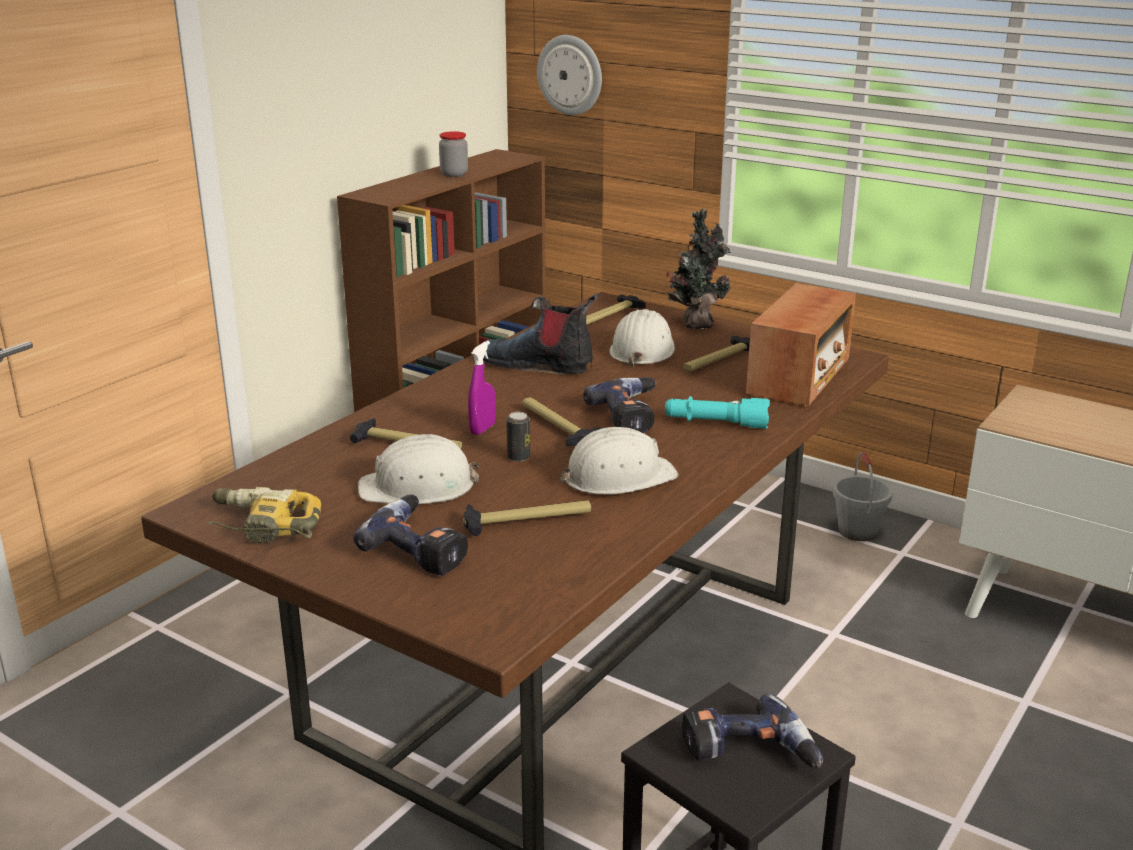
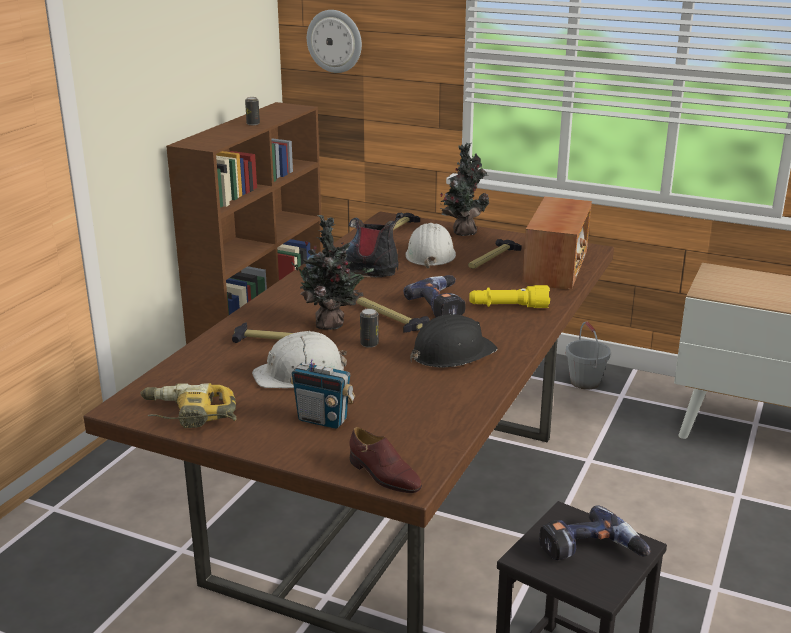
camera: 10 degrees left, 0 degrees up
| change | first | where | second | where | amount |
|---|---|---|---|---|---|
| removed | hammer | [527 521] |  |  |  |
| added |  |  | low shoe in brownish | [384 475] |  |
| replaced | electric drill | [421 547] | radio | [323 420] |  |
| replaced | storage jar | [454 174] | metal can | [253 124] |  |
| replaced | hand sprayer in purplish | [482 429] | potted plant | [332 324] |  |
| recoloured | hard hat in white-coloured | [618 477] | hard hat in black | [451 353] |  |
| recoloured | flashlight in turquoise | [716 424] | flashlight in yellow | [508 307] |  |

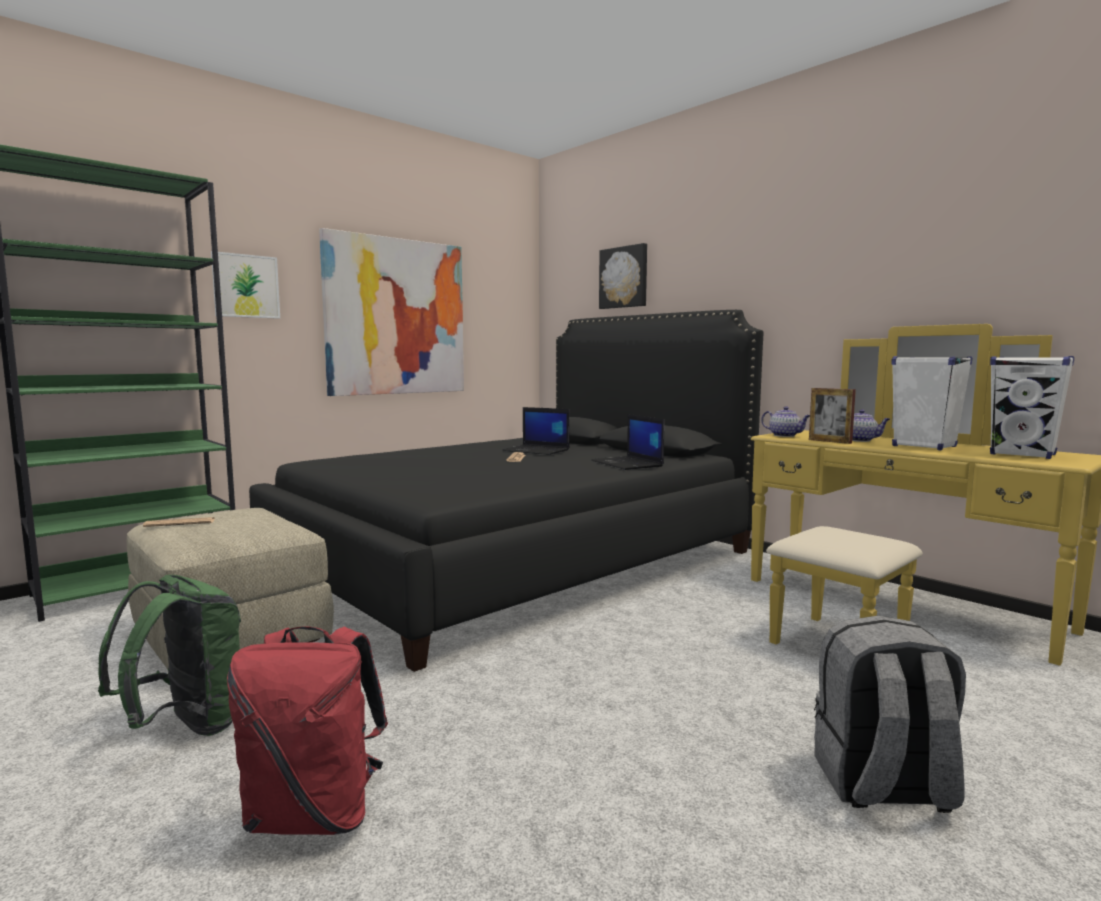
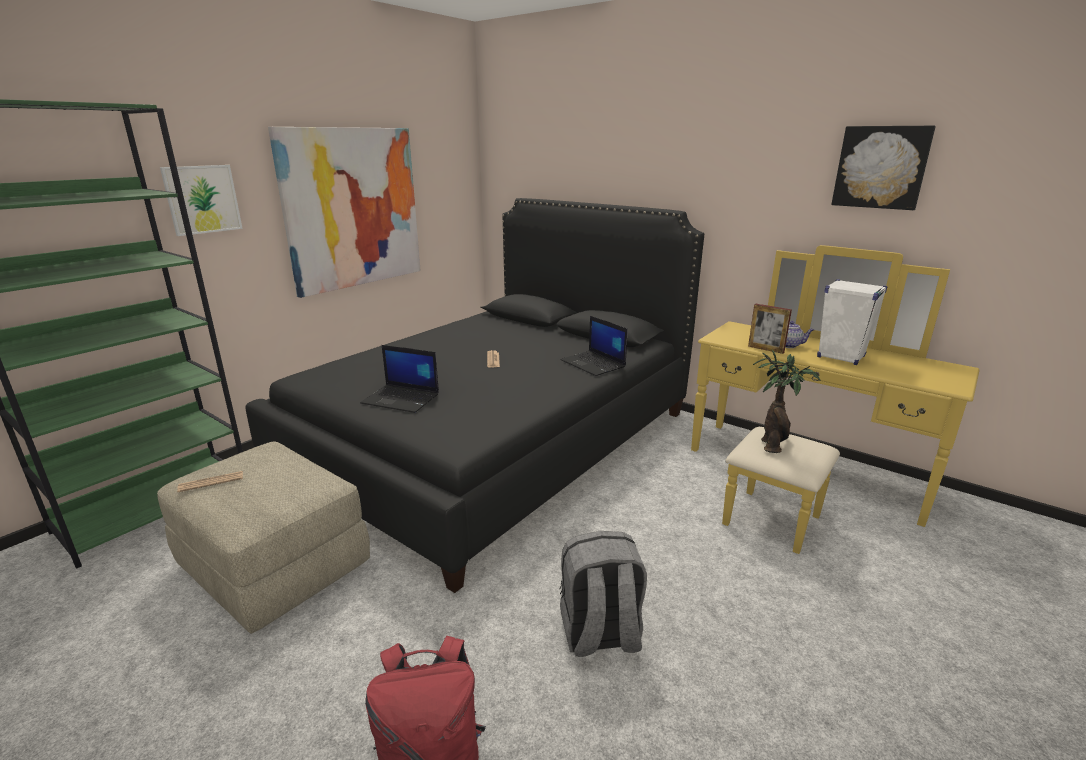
camera: 10 degrees left, 15 degrees up
| change | first | where | second | where | amount |
|---|---|---|---|---|---|
| removed | rucksack in green | [186 726] |  |  |  |
| removed | teapot | [785 435] |  |  |  |
| removed | audio speaker in white-coloured | [1023 455] |  |  |  |
| added |  |  | potted plant | [773 445] |  |
| moved | portable computer | [537 450] |  | [402 399] |  |
| moved | picture | [624 277] |  | [881 167] |  |
| moved | rucksack in greyish | [882 786] |  | [600 635] |  |

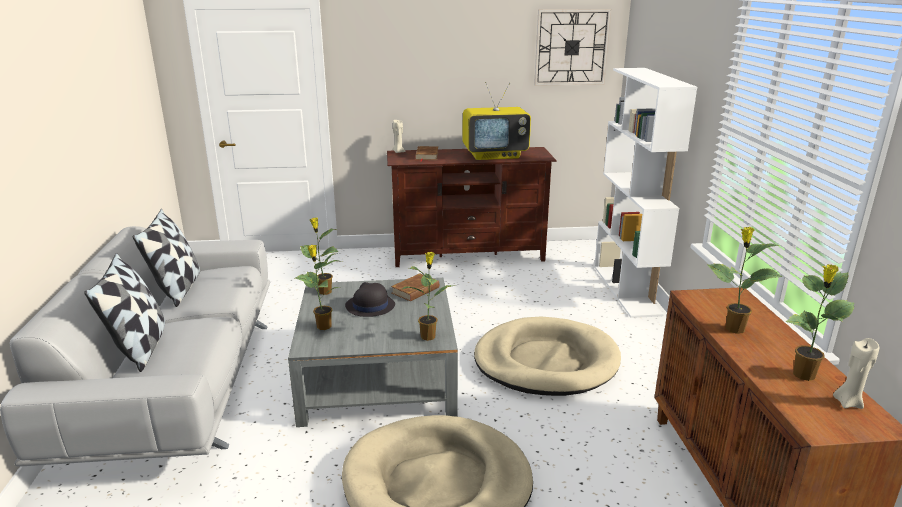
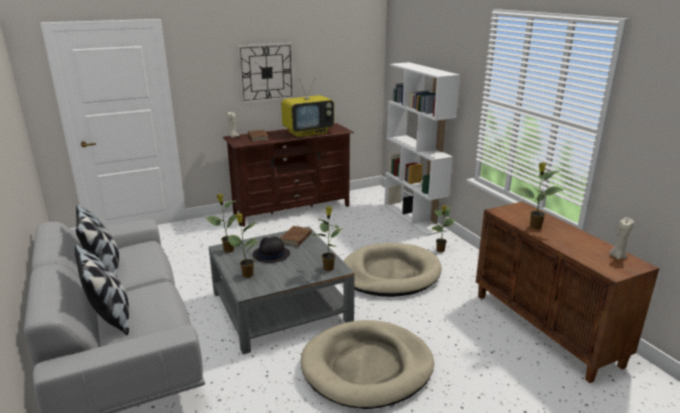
camera: 20 degrees left, 0 degrees up
| change | first | where | second | where | amount |
|---|---|---|---|---|---|
| moved | wall clock | [571 47] |  | [266 72] |  |
| moved | potted plant | [803 375] |  | [440 250] |  |

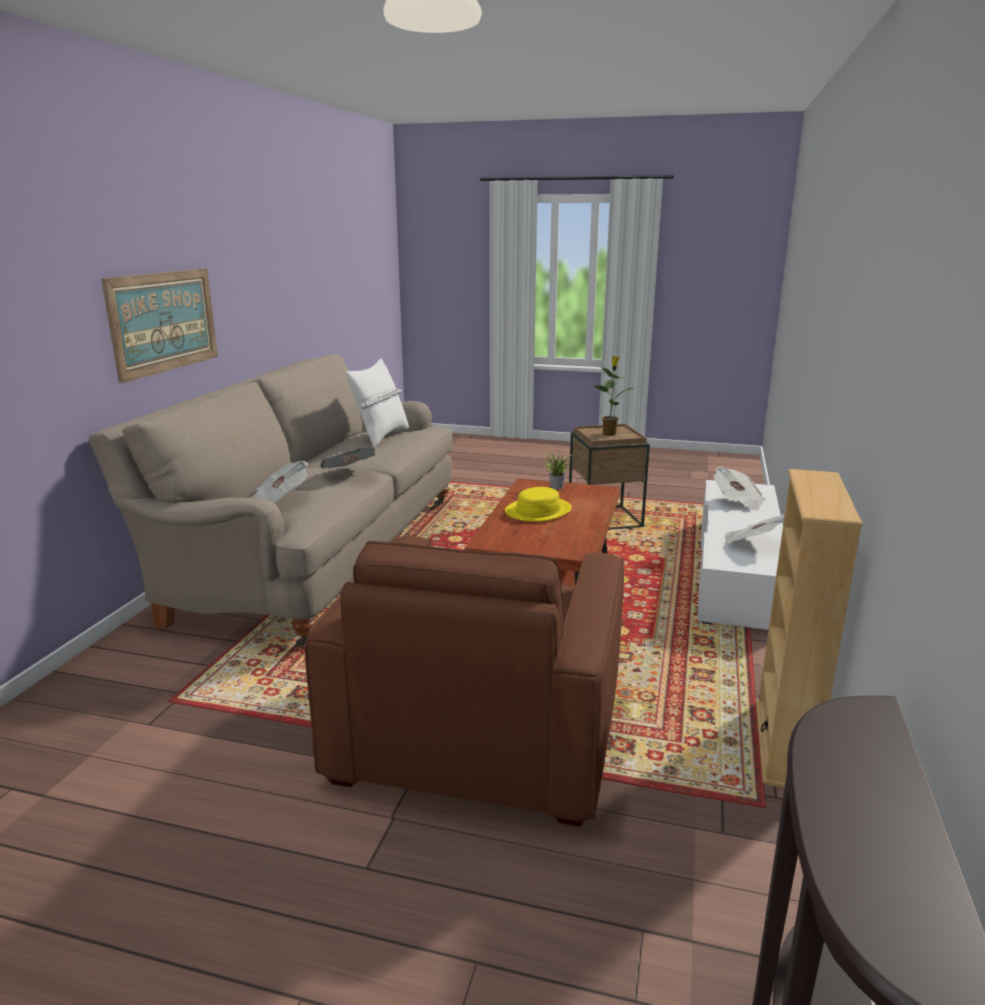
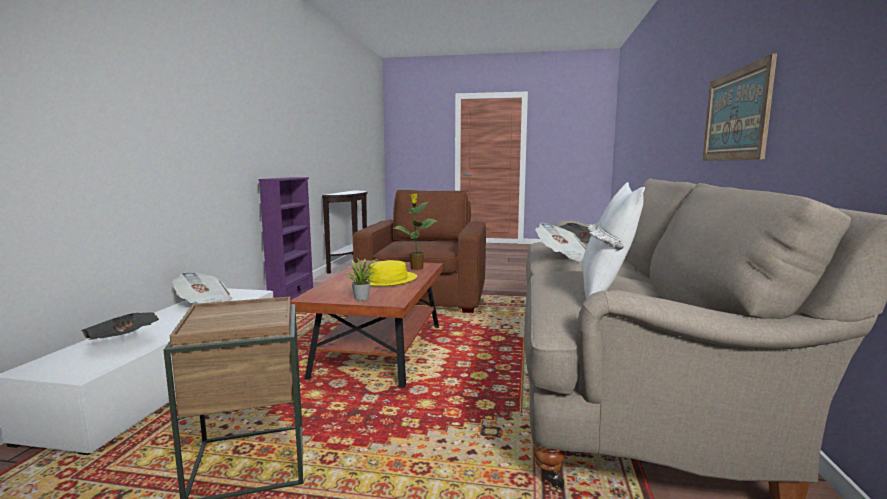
camera: 175 degrees right, 10 degrees down
| change | first | where | second | where | amount |
|---|---|---|---|---|---|
| moved | potted plant | [609 434] |  | [416 268] |  |
| recoloured | shelving unit in sand-coloured | [783 744] | shelving unit in purplish | [291 297] |  |

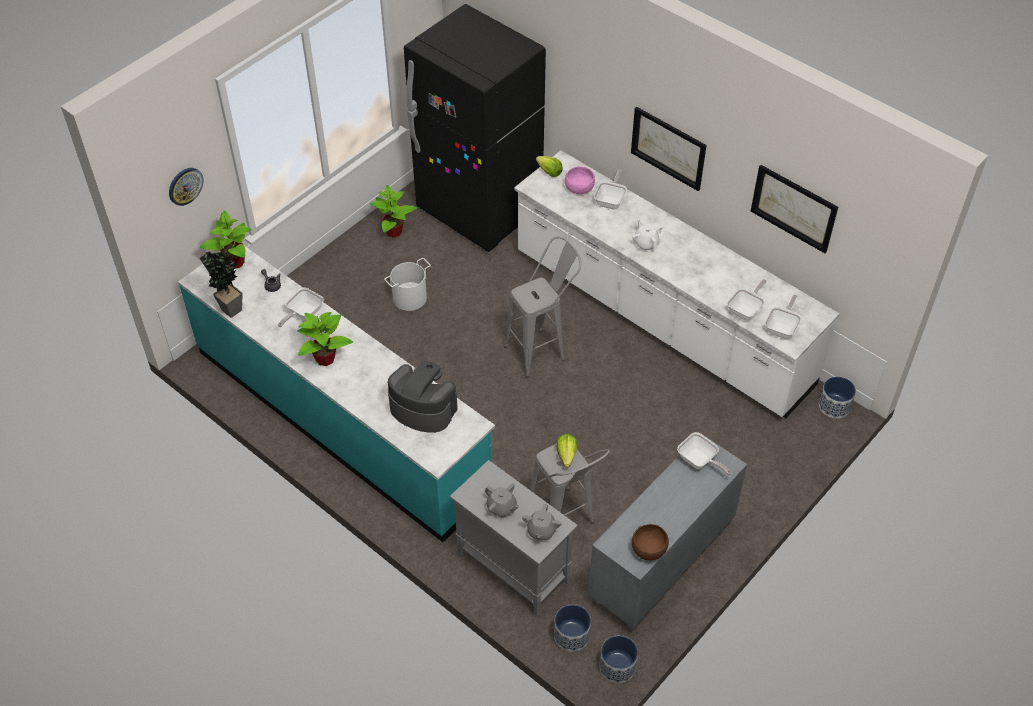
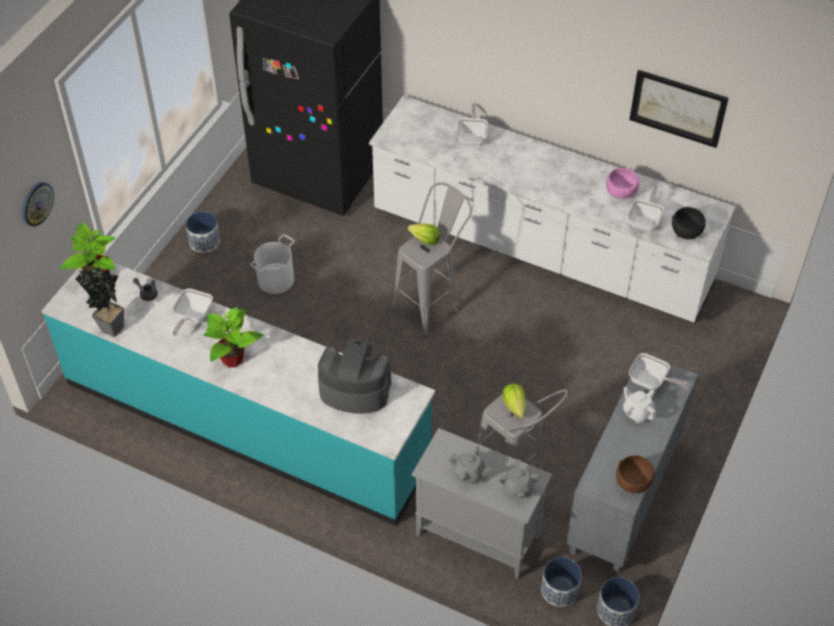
camera: 15 degrees left, 0 degrees up
| change | first | where | second | where | amount |
|---|---|---|---|---|---|
| removed | potted plant | [394 232] |  |  |  |
| removed | picture | [668 148] |  |  |  |
| moved | head of lettuce | [549 172] |  | [425 240] |  |
| moved | serving bowl in pink | [579 189] |  | [620 192] |  |
| moved | teapot in white-coloured | [646 243] |  | [637 412] |  |
| moved | plant pot | [834 406] |  | [204 241] |  |
| replaced | frying pan | [782 328] | serving bowl in black | [686 231] |  |

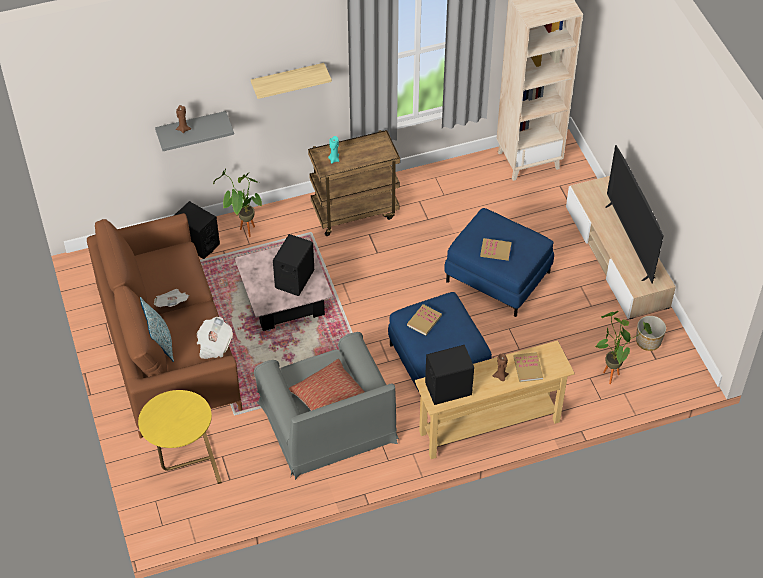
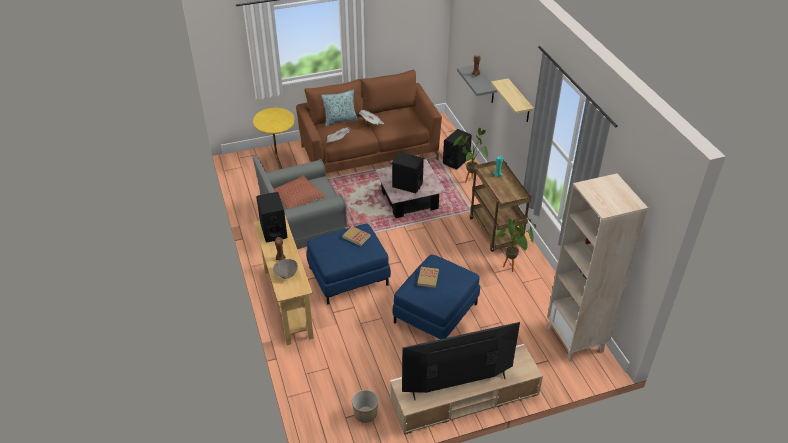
camera: 90 degrees right, 10 degrees down
| change | first | where | second | where | amount |
|---|---|---|---|---|---|
| moved | potted plant | [612 373] |  | [513 268] |  |
| replaced | bound book | [528 368] | serving bowl in greyish | [286 273] |  |

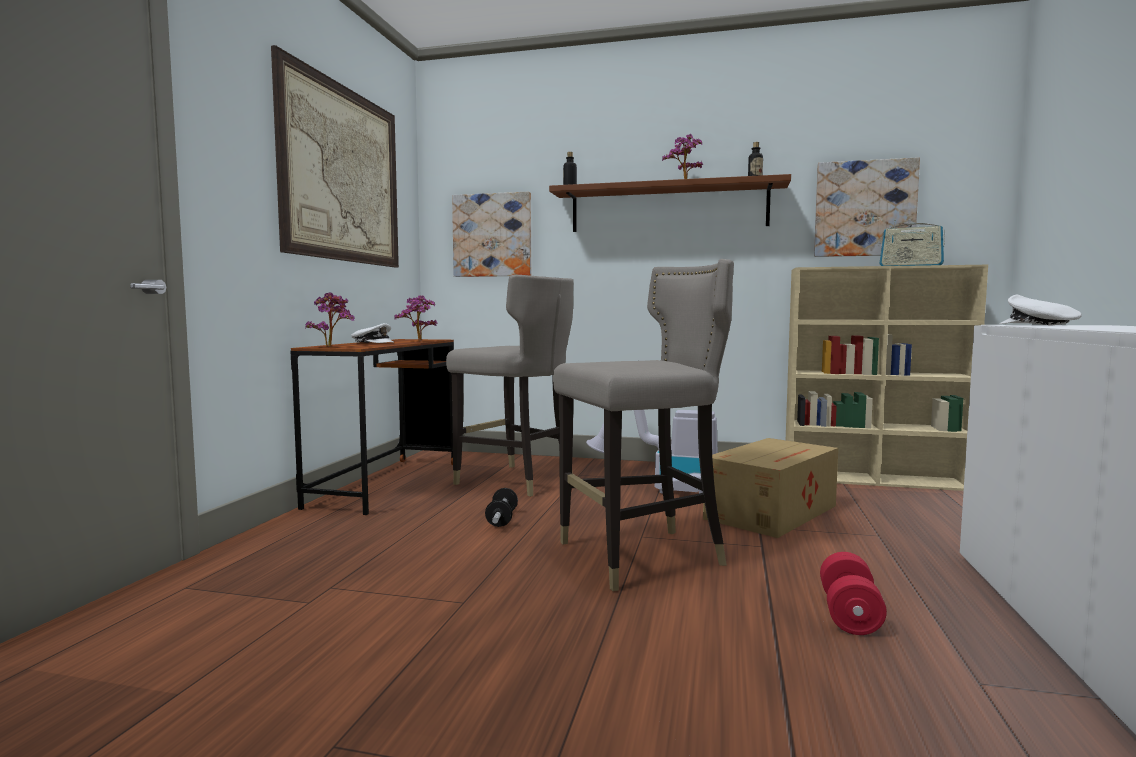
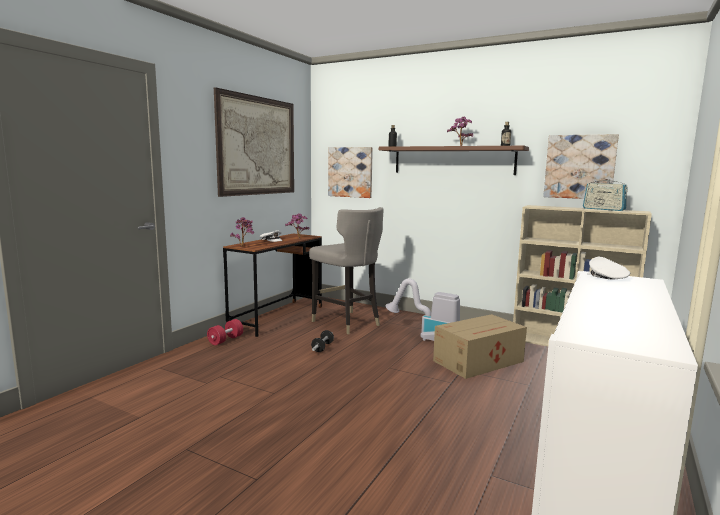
camera: 15 degrees right, 5 degrees up
| change | first | where | second | where | amount |
|---|---|---|---|---|---|
| removed | stool in greyish | [643 556] |  |  |  |
| moved | hand weight in red-coloured | [849 614] |  | [225 340] |  |

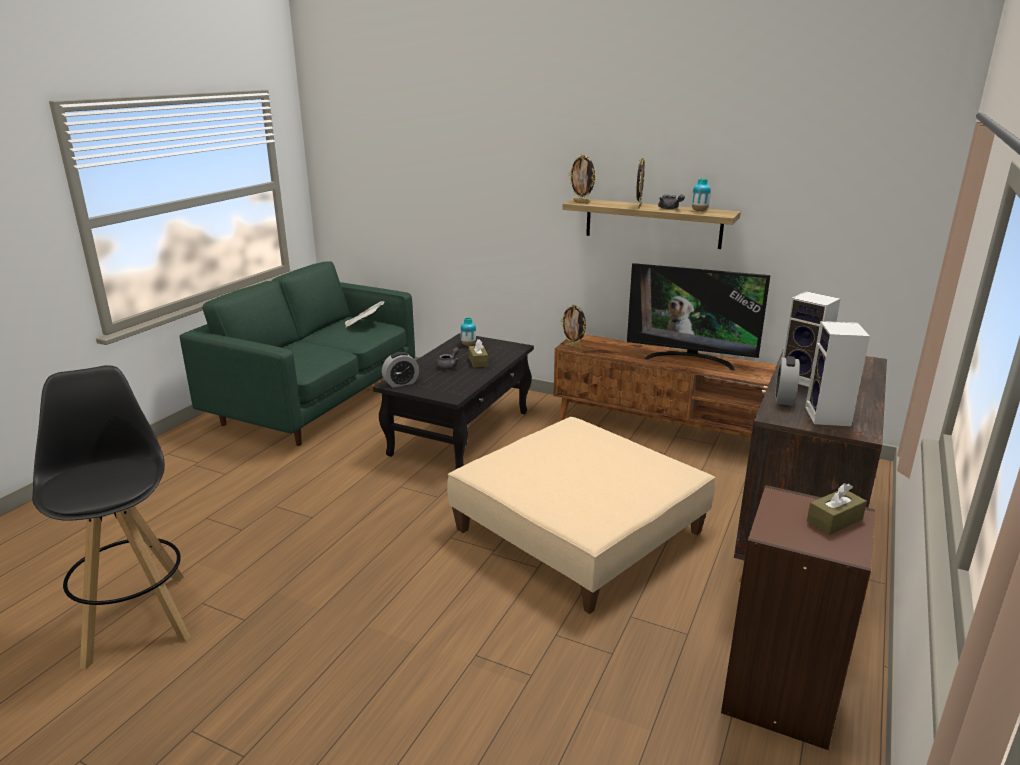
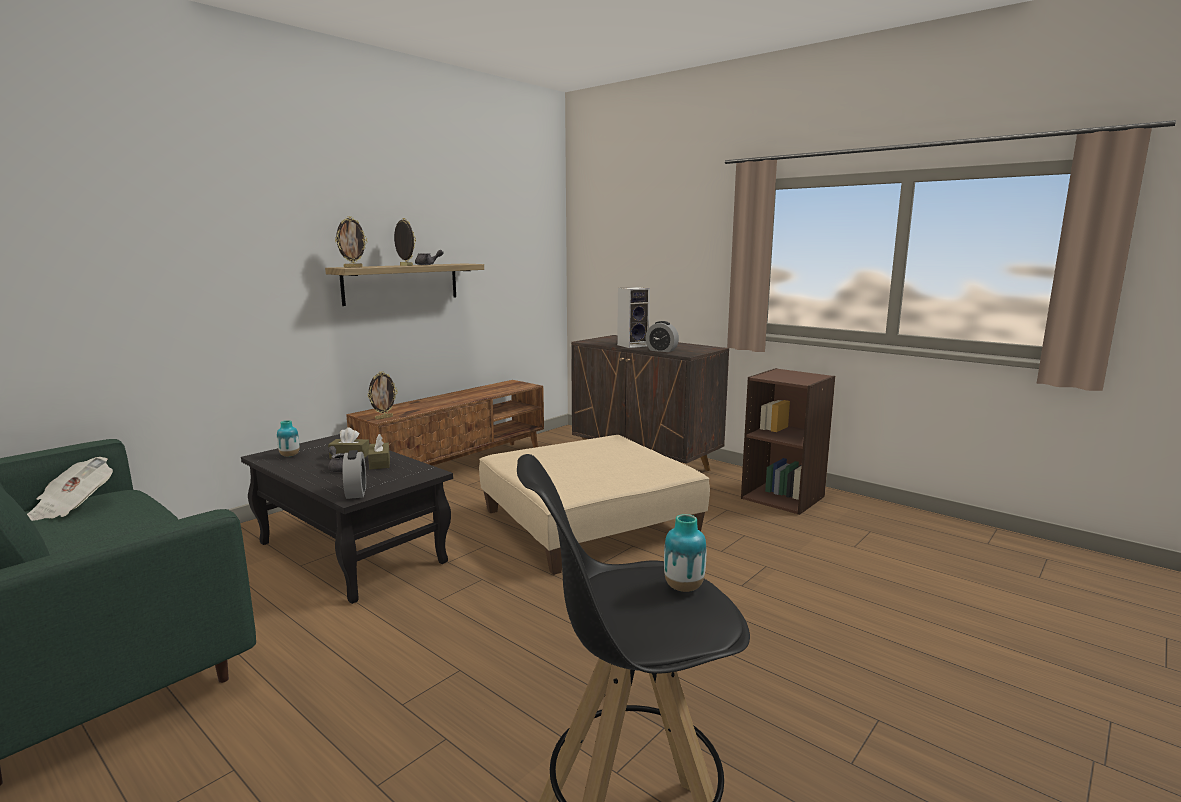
camera: 75 degrees left, 10 degrees down
| change | first | where | second | where | amount |
|---|---|---|---|---|---|
| removed | television | [690 359] |  |  |  |
| removed | audio speaker | [829 417] |  |  |  |
| moved | flower vase | [699 211] |  | [683 587] |  |
| moved | tissue box in brownish | [834 520] |  | [379 463] |  |

